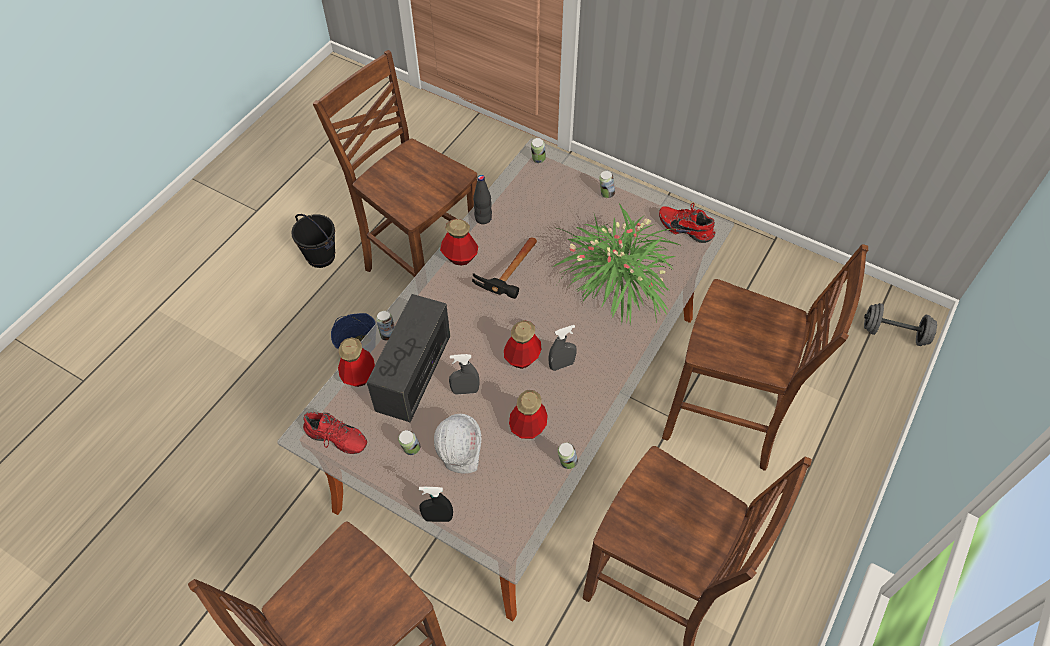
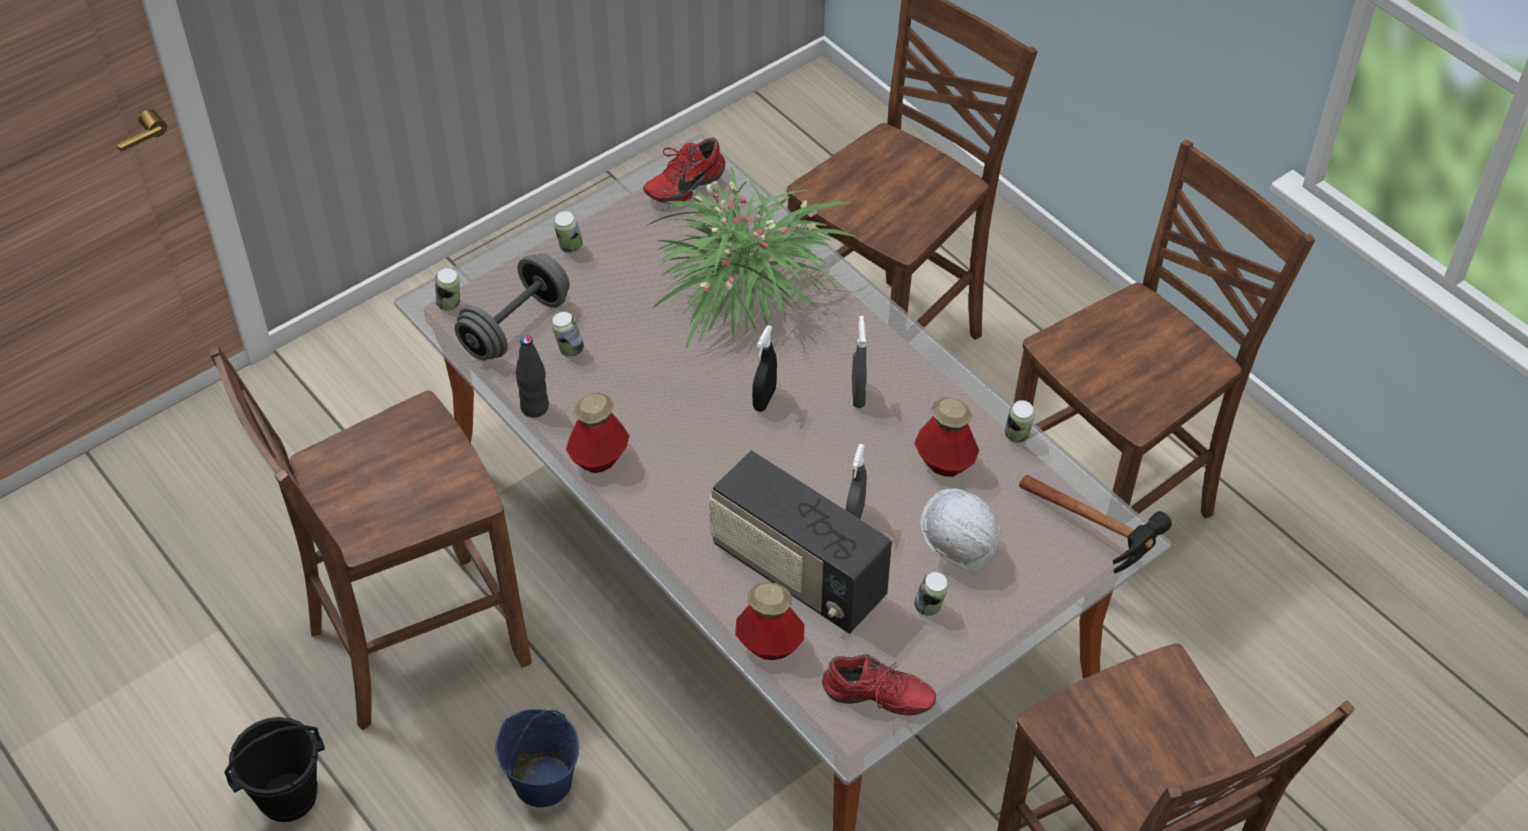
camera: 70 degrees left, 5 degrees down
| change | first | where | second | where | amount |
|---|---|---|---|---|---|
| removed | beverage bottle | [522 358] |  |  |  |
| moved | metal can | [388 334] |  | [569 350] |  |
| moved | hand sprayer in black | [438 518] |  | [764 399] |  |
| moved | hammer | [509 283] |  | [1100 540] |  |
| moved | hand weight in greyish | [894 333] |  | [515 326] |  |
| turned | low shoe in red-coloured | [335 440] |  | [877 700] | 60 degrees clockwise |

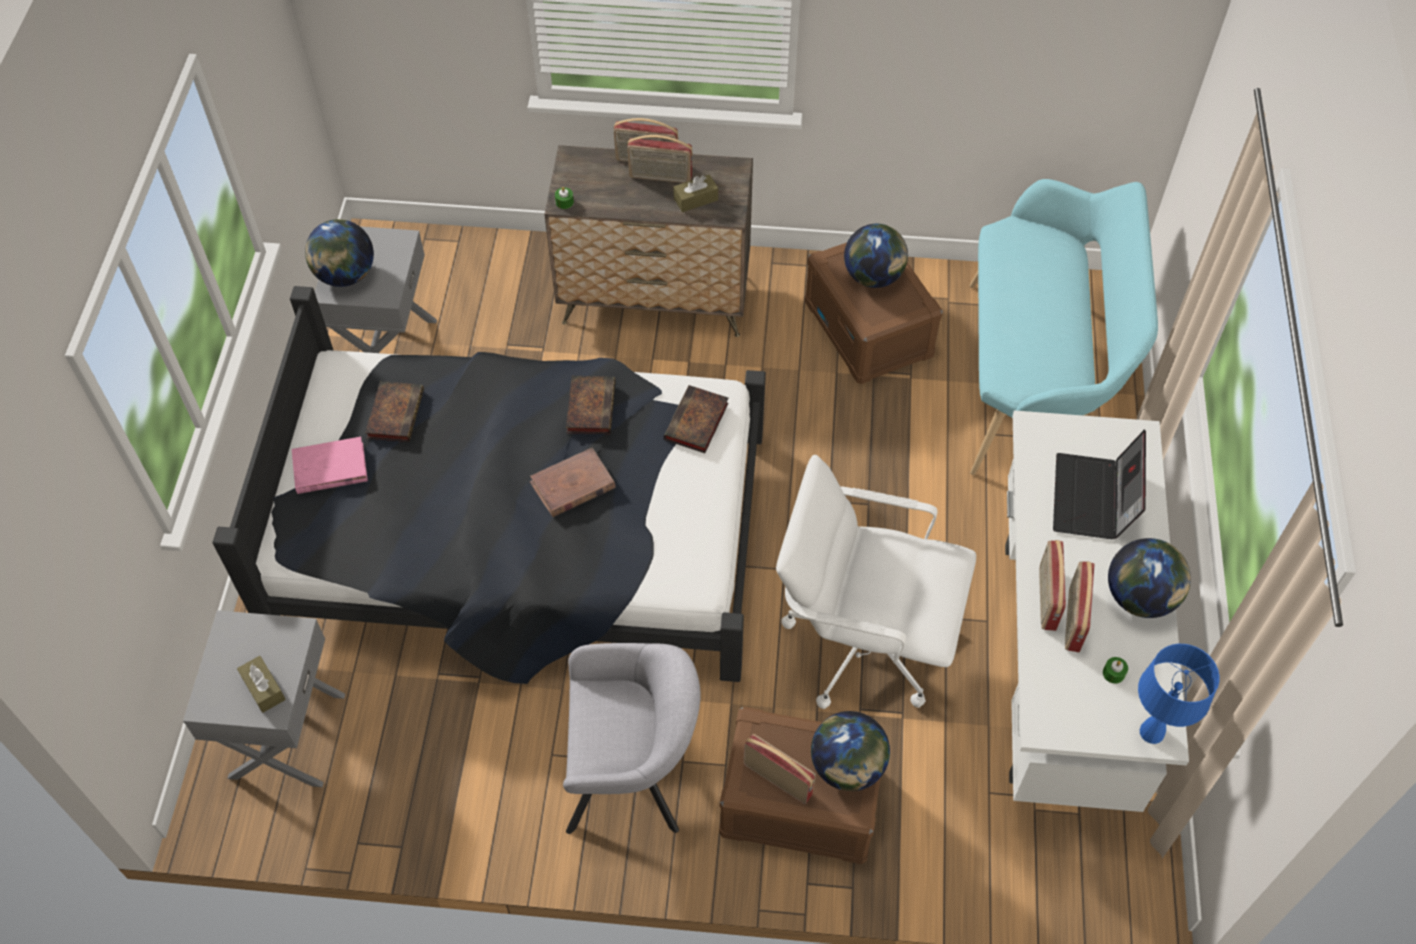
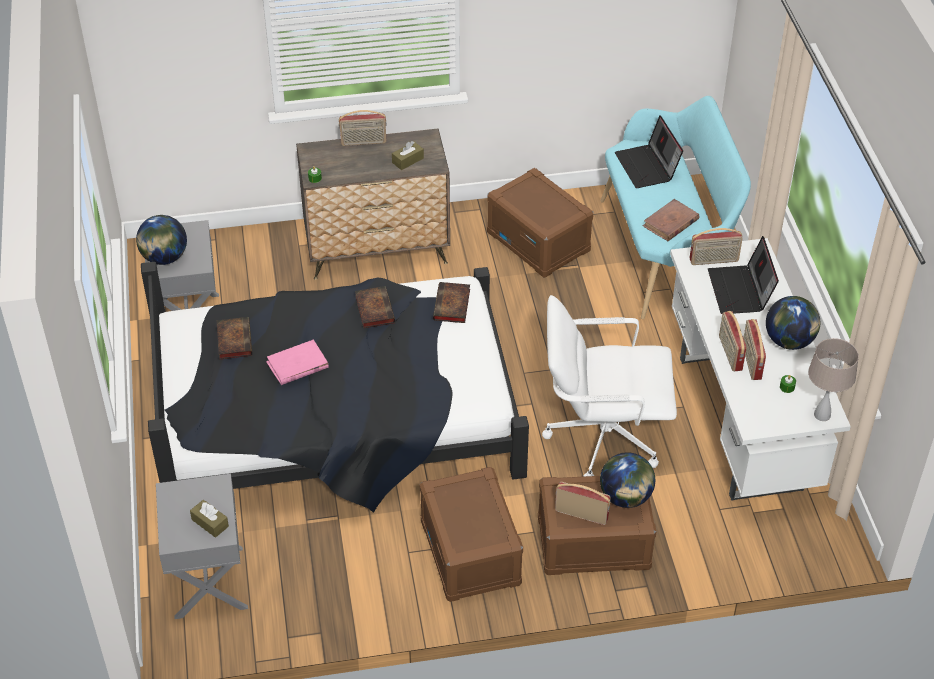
camera: 15 degrees left, 10 degrees down
| change | first | where | second | where | amount |
|---|---|---|---|---|---|
| removed | desk globe | [873 276] |  |  |  |
| added |  |  | portable computer | [647 167] |  |
| moved | bound book in pink | [330 468] |  | [297 365] |  |
| moved | bound book in brownish | [572 485] |  | [670 223] |  |
| moved | radio | [660 177] |  | [714 261] |  |
| replaced | easy chair in greyish | [633 776] | storage container in brownish | [471 553] |  |
| recoloured | lamp for a table in bluish | [1151 732] | lamp for a table in sand-coloured | [822 414] |  |

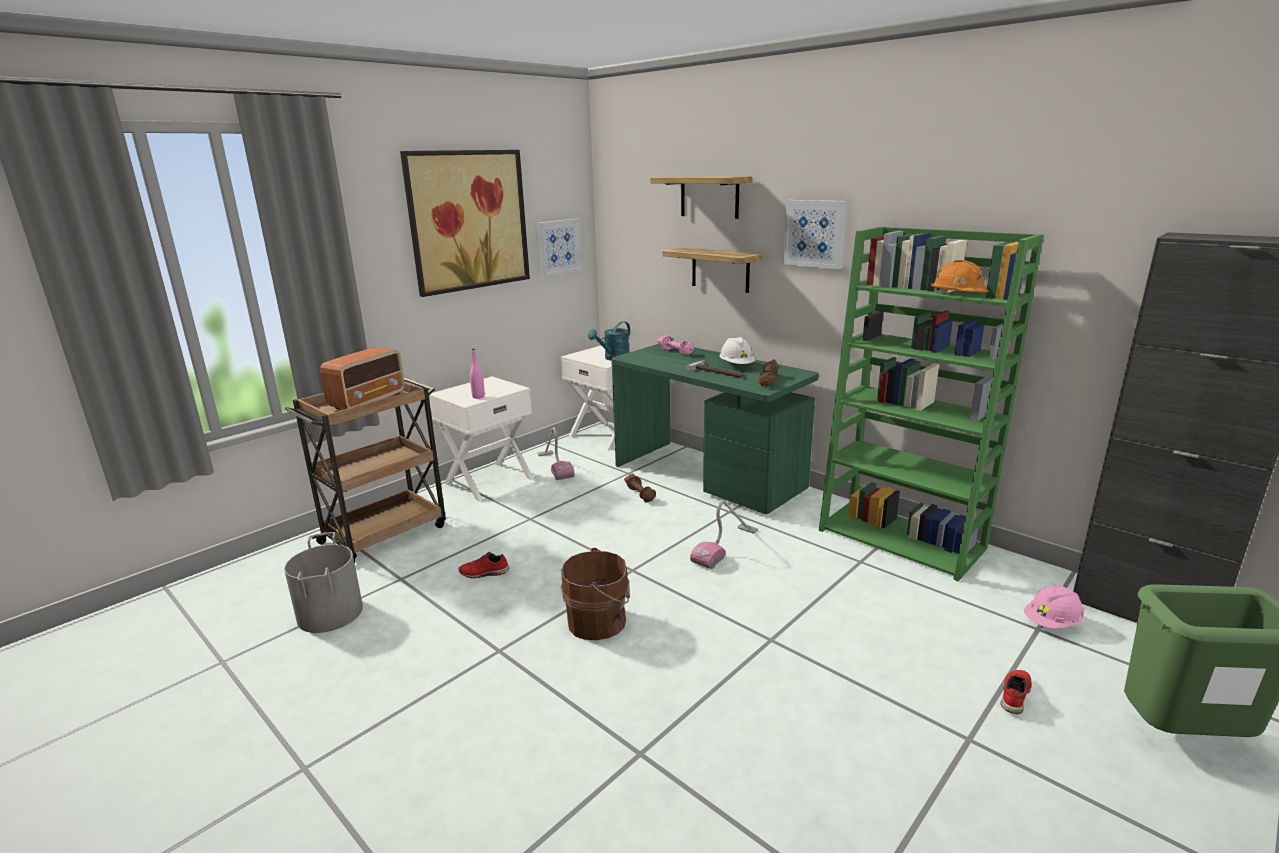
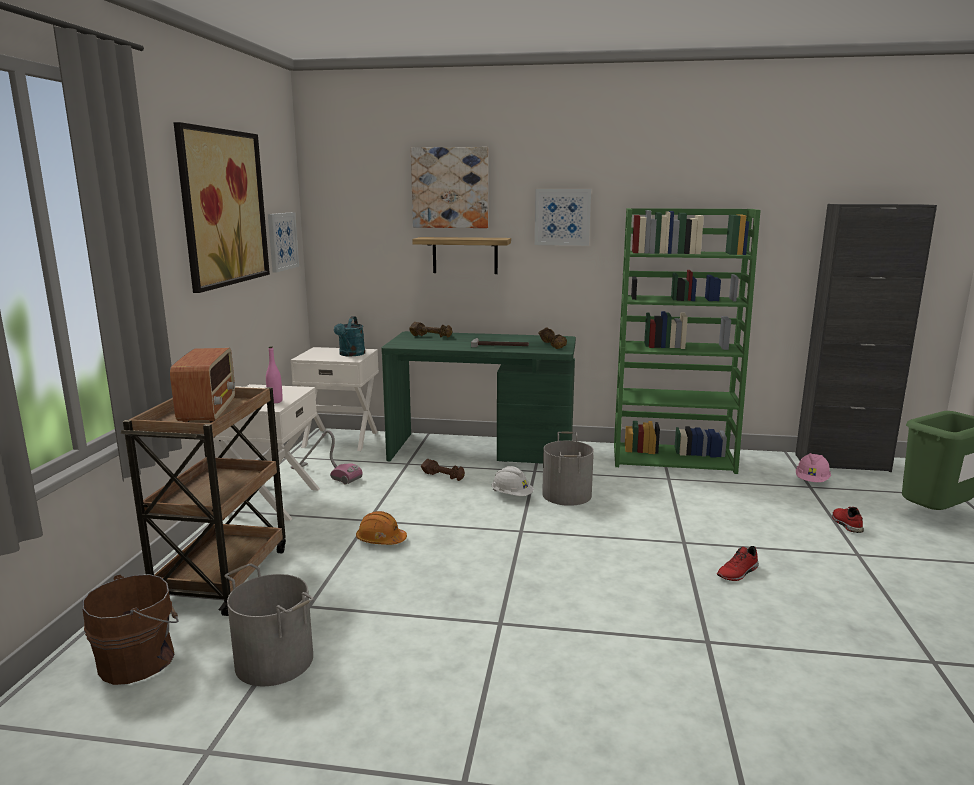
camera: 35 degrees left, 5 degrees down
| change | first | where | second | where | amount |
|---|---|---|---|---|---|
| moved | low shoe in red-coloured | [484 573] |  | [738 573] |  |
| moved | water bucket in brownish | [600 621] |  | [140 659] |  |
| moved | hard hat in white-coloured | [736 365] |  | [512 495] |  |
| moved | hard hat in orangey | [959 293] |  | [381 540] |  |
| replaced | wall shelf | [709 197] | picture | [450 188] |  |
| replaced | vacuum | [725 547] | water bucket in greyish | [567 495] |  |
| recoloured | hand weight in pink | [676 352] | hand weight in brownish | [431 336] |  |

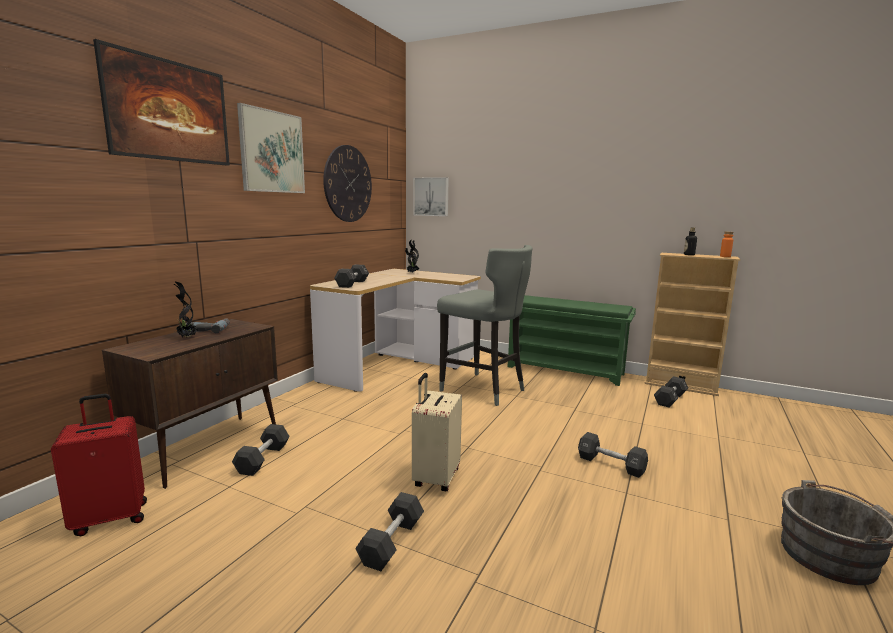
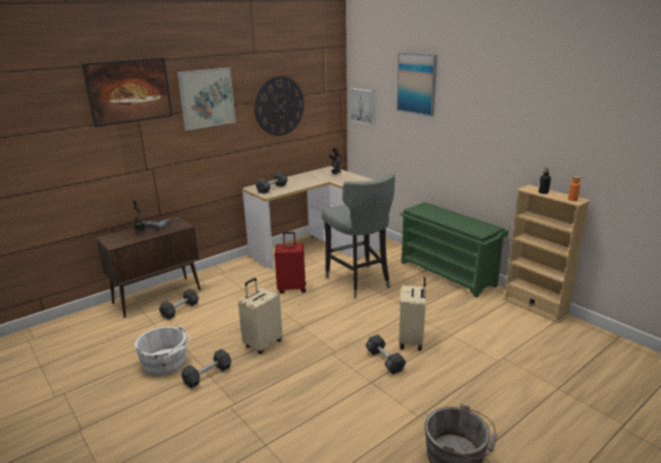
camera: 25 degrees right, 10 degrees up
| change | first | where | second | where | amount |
|---|---|---|---|---|---|
| removed | hand weight in black | [670 399] |  |  |  |
| added |  |  | water bucket in white-coloured | [166 363] |  |
| added |  |  | picture | [417 83] |  |
| added |  |  | piece of luggage in sand-coloured | [412 341] |  |
| moved | piece of luggage in red-coloured | [111 518] |  | [292 288] |  |

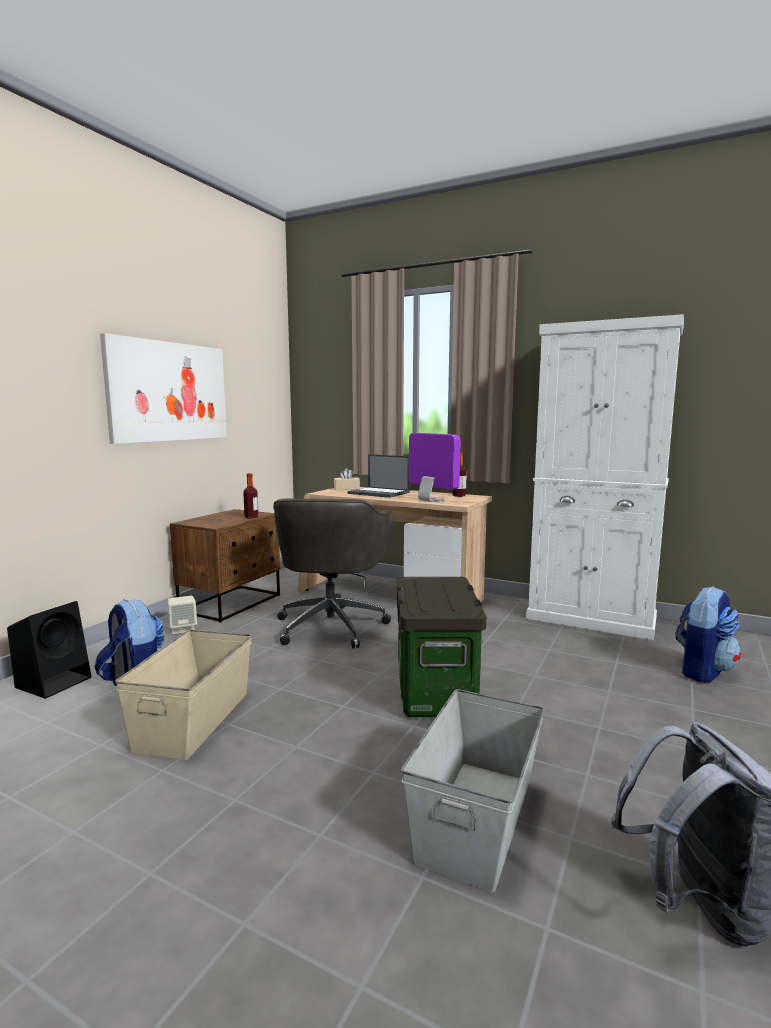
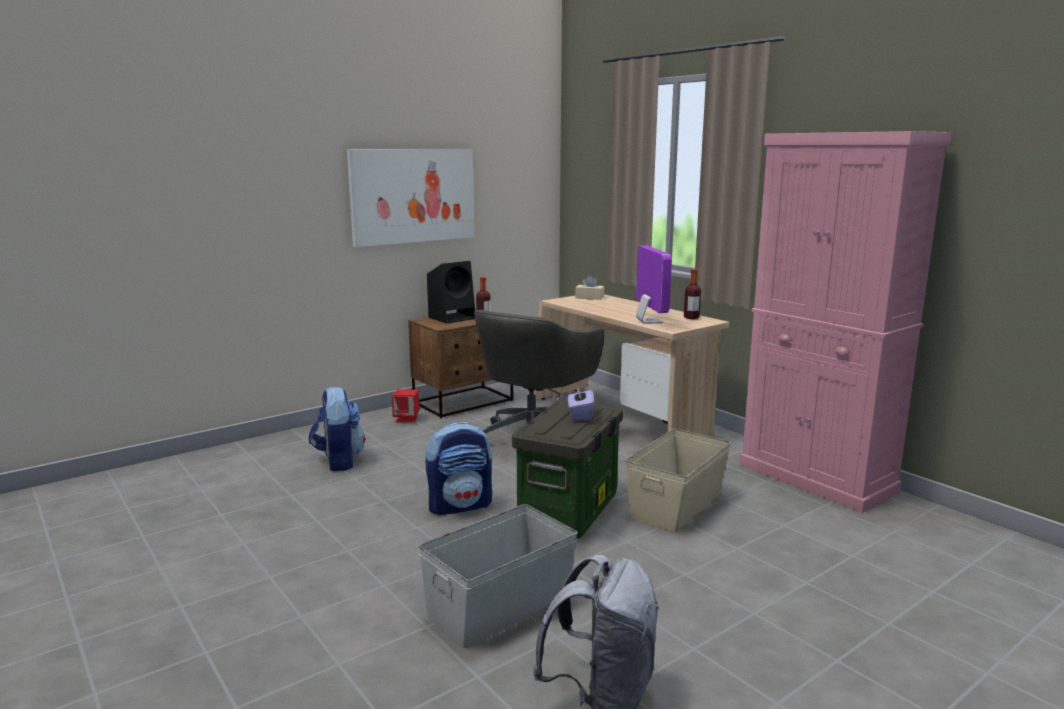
camera: 25 degrees right, 5 degrees up
| change | first | where | second | where | amount |
|---|---|---|---|---|---|
| removed | portable computer | [379 493] |  |  |  |
| added |  |  | tissue box in purplish | [580 415] |  |
| moved | audio speaker in black | [55 681] |  | [452 318] |  |
| moved | storage container in sand-coloured | [195 719] |  | [677 505] |  |
| moved | rucksack | [702 670] |  | [460 505] |  |
| recoloured | audio speaker in sand-coloured | [183 629] | audio speaker in red-coloured | [407 419] |  |
| recoloured | cupboard in white-coloured | [591 619] | cupboard in pink | [816 478] |  |

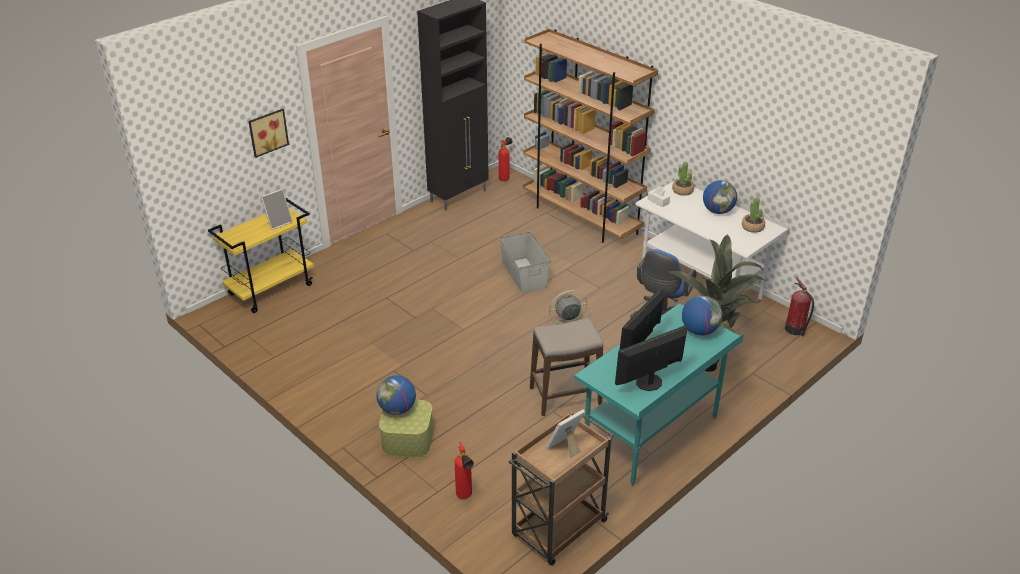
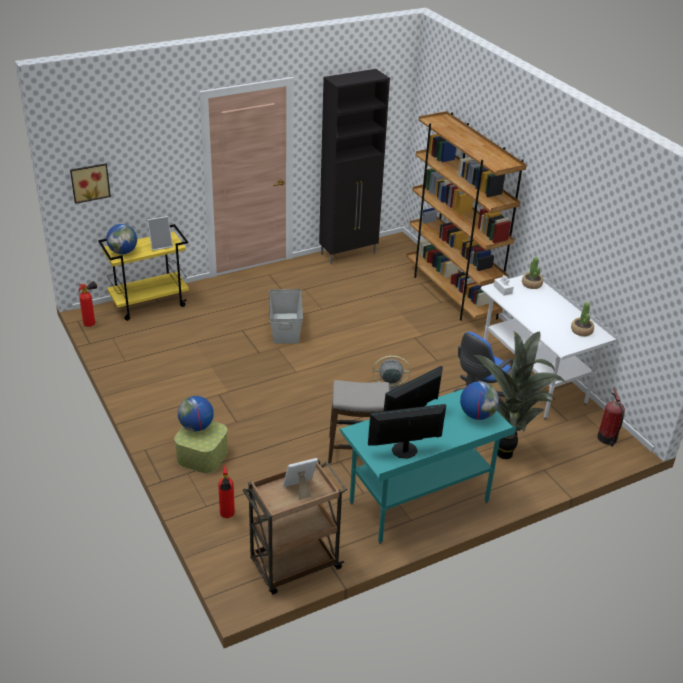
camera: 15 degrees right, 0 degrees up
| change | first | where | second | where | amount |
|---|---|---|---|---|---|
| moved | picture | [267 132] |  | [89 182] |  |
| moved | extinguisher | [505 178] |  | [91 323] |  |
| moved | storage container in greyish | [524 274] |  | [286 327] |  |
| moved | desk globe | [718 211] |  | [123 252] |  |

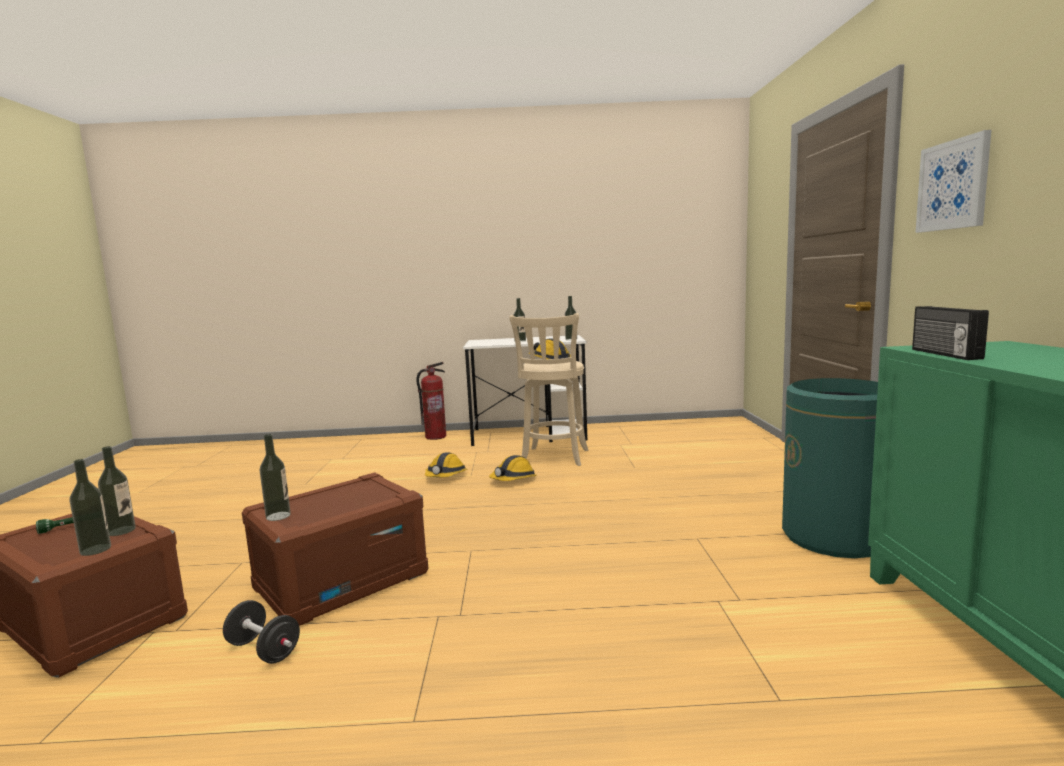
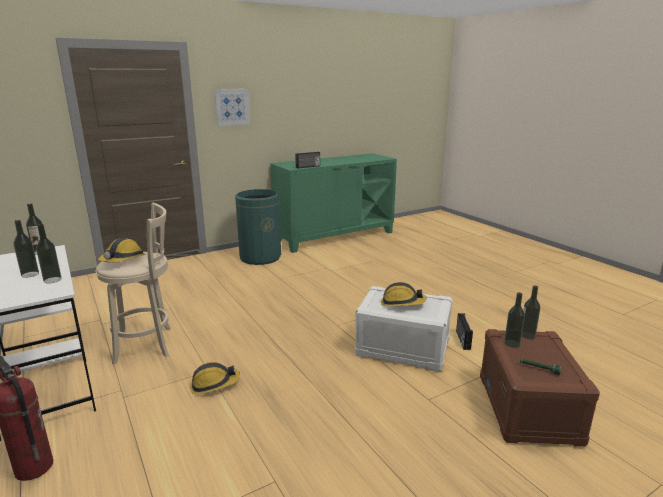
camera: 120 degrees left, 10 degrees up
| change | first | where | second | where | amount |
|---|---|---|---|---|---|
| moved | beverage bottle | [278 516] |  | [52 280] |  |
| moved | hard hat | [513 480] |  | [402 303] |  |
| replaced | hand weight in black | [264 650] | radio | [462 339] |  |
| recoloured | storage container in brownish | [342 580] | storage container in white-coloured | [402 348] |  |

